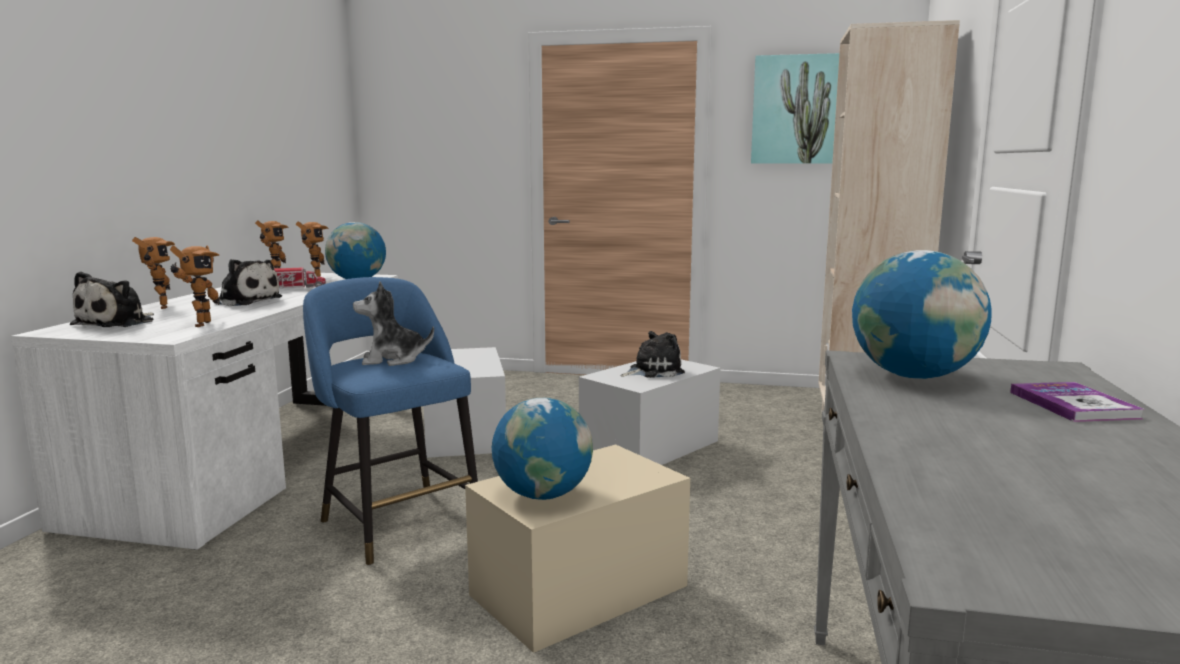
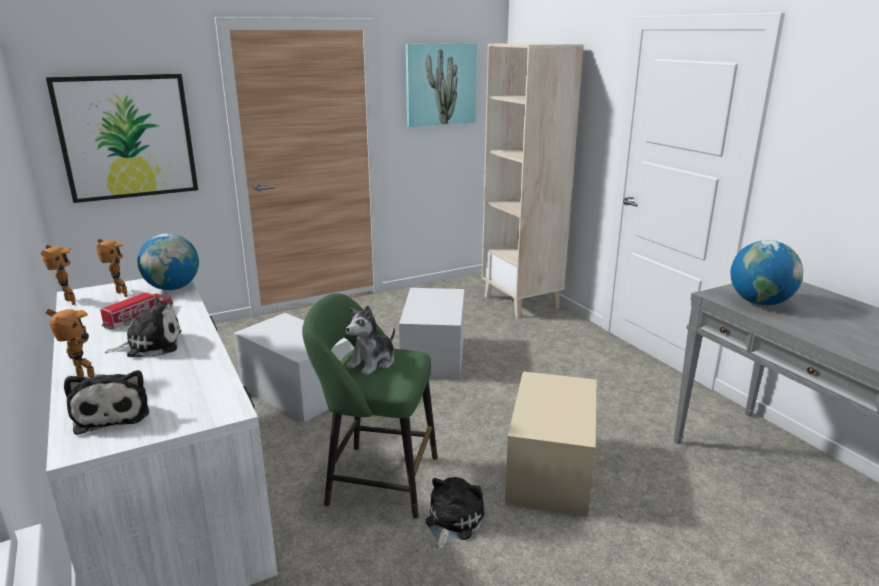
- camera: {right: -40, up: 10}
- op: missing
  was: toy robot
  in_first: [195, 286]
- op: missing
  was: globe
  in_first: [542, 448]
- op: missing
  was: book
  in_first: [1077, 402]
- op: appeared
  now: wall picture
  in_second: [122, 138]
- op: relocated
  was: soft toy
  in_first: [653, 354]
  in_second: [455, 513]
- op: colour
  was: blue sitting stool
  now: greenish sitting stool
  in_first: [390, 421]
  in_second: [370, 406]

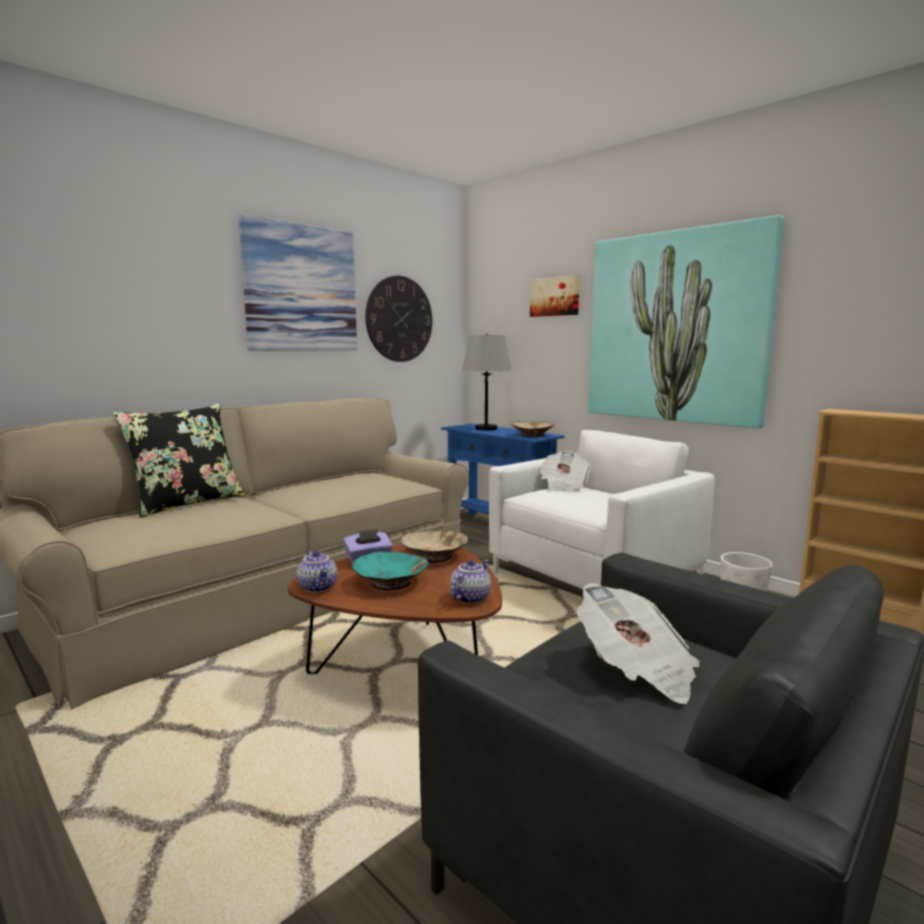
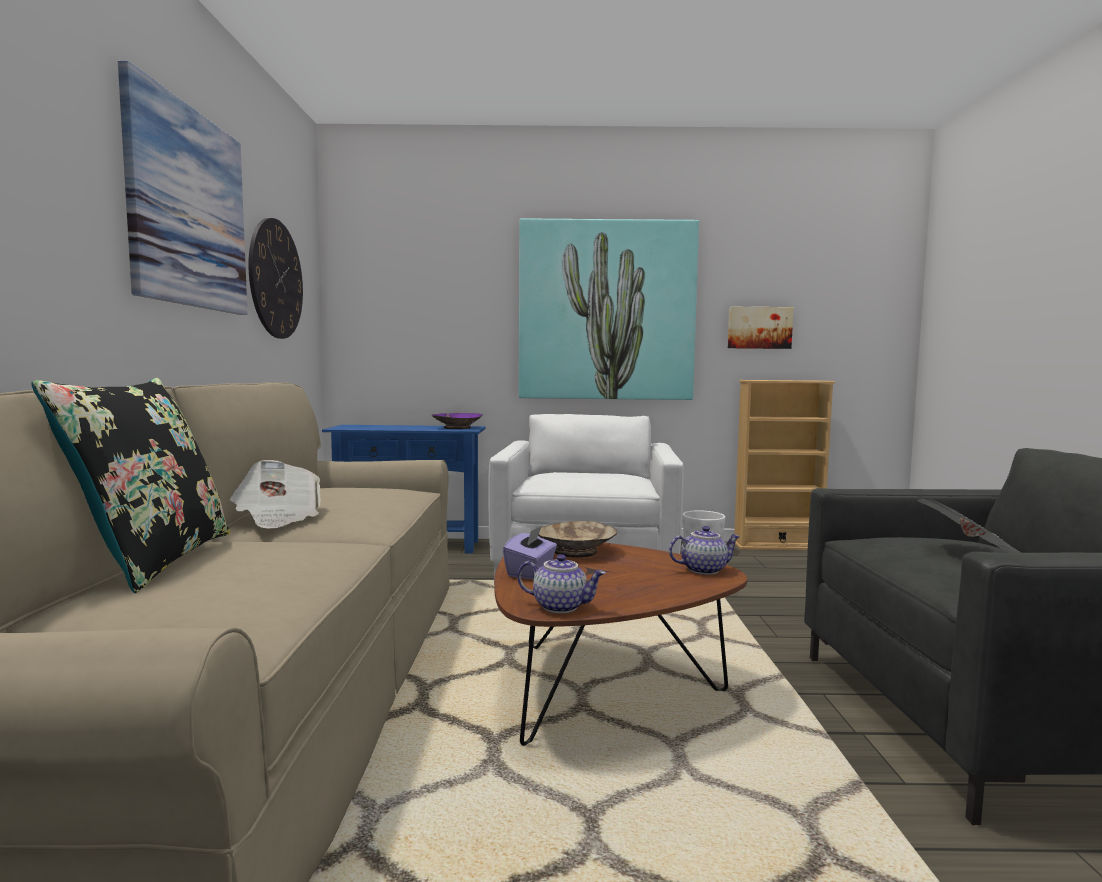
- camera: {right: -45, up: -5}
- op: missing
  was: turquoise deep dish
  in_first: [390, 571]
- op: missing
  was: greyish tabletop lamp
  in_first: [487, 382]
- op: relocated
  was: wall picture
  in_first: [555, 296]
  in_second: [761, 328]
- op: relocated
  was: printed paper
  in_first: [565, 471]
  in_second: [275, 494]
- op: colour
  was: sand-coloured deep dish
  now: purple-coloured deep dish
  in_first: [533, 429]
  in_second: [457, 421]
- op: spun
  was: teapot
  in_first: [470, 582]
  in_second: [705, 550]
  clockwise: 90

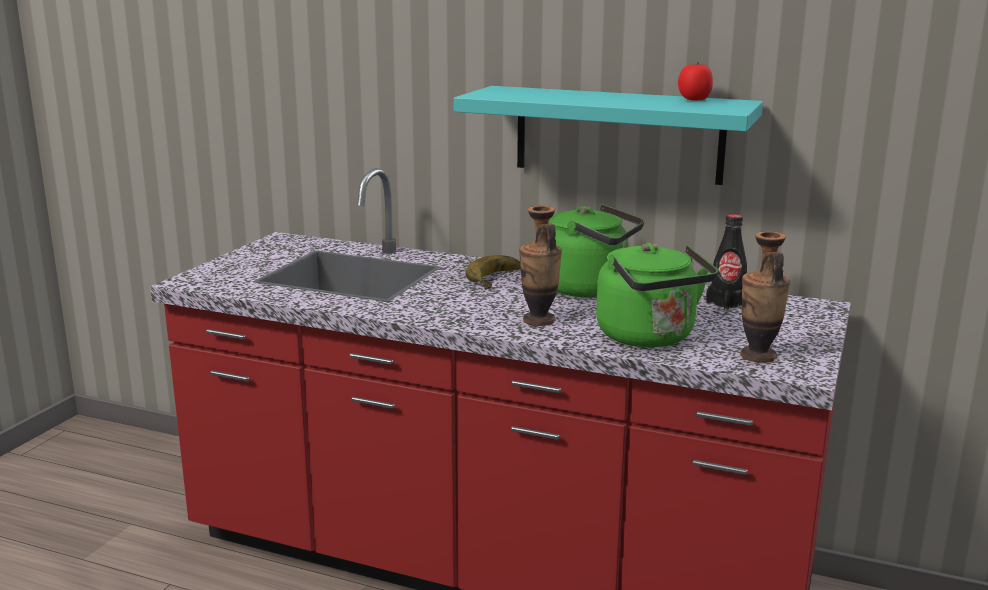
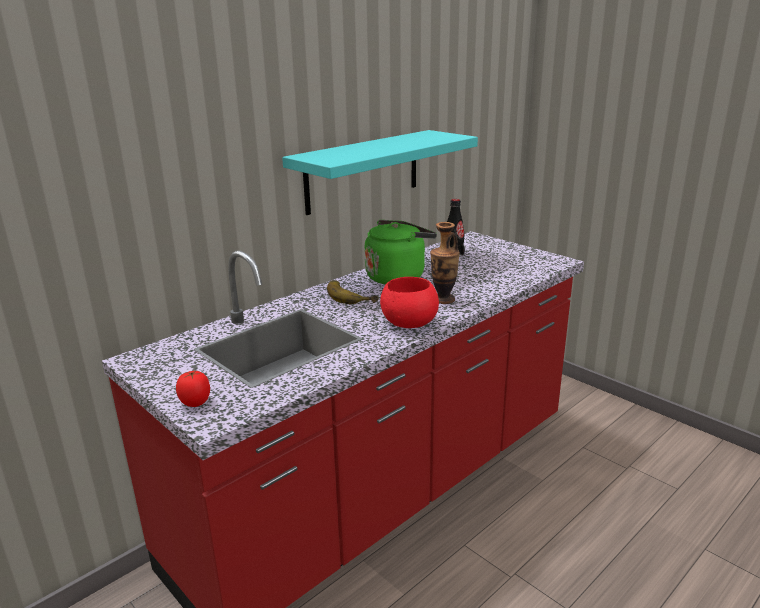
- camera: {right: -65, up: 5}
- op: missing
  was: greenish water kettle
  in_first: [657, 295]
- op: missing
  was: flower vase
  in_first: [765, 297]
- op: appeared
  now: red-coloured deep dish
  in_second: [409, 302]
- op: relocated
  was: whole tomato
  in_first: [695, 82]
  in_second: [193, 389]

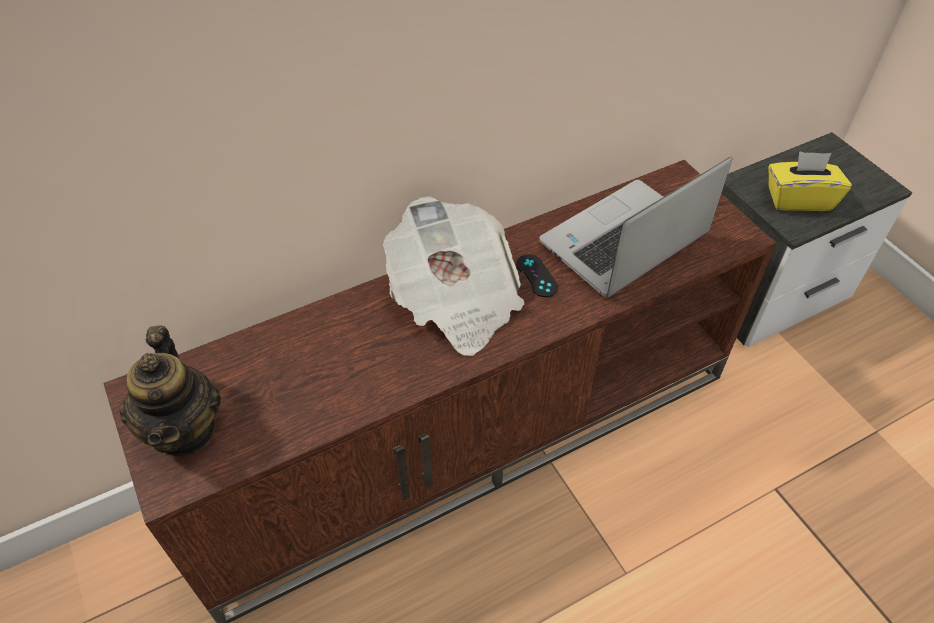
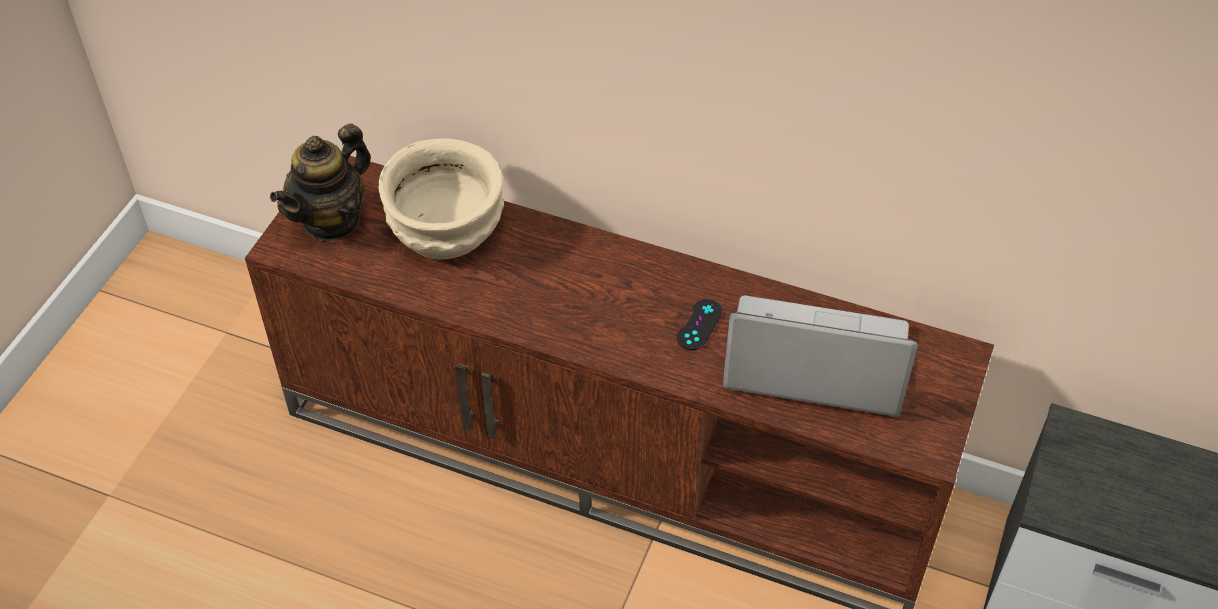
- camera: {right: 50, up: 0}
- op: missing
  was: printed paper
  in_first: [454, 276]
- op: missing
  was: yellow box of tissues
  in_first: [810, 181]
- op: appeared
  now: sand-coloured deep dish
  in_second: [441, 199]

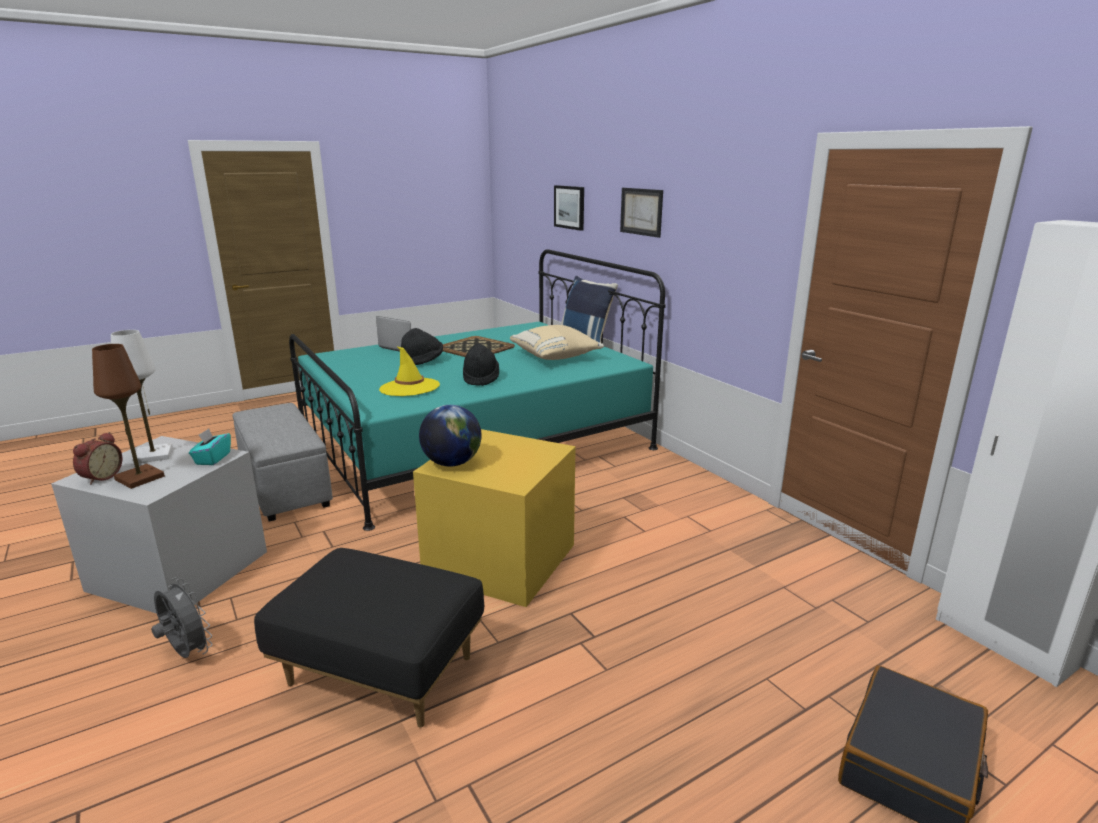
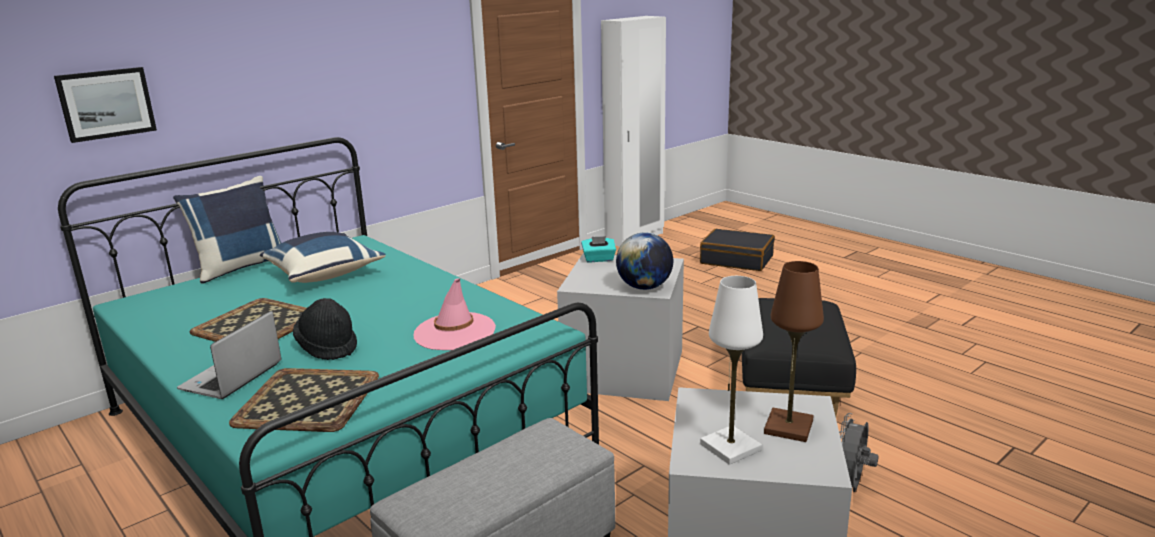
- camera: {right: -100, up: 0}
- op: missing
  was: bedside clock
  in_first: [98, 458]
- op: missing
  was: black-coloured hat
  in_first: [481, 365]
- op: missing
  was: wall picture
  in_first: [641, 213]
- op: appeared
  now: tray
  in_second: [304, 400]
- op: relocated
  was: turquoise box of tissues
  in_first: [210, 446]
  in_second: [598, 249]
- op: colour
  was: yellow hat
  now: pinkish hat
  in_first: [409, 371]
  in_second: [455, 314]
- op: colour
  was: yellow storage container
  now: greyish storage container
  in_first: [494, 518]
  in_second: [620, 327]
- op: colour
  was: sand-coloured pillow
  now: blue pillow
  in_first: [557, 342]
  in_second: [322, 257]

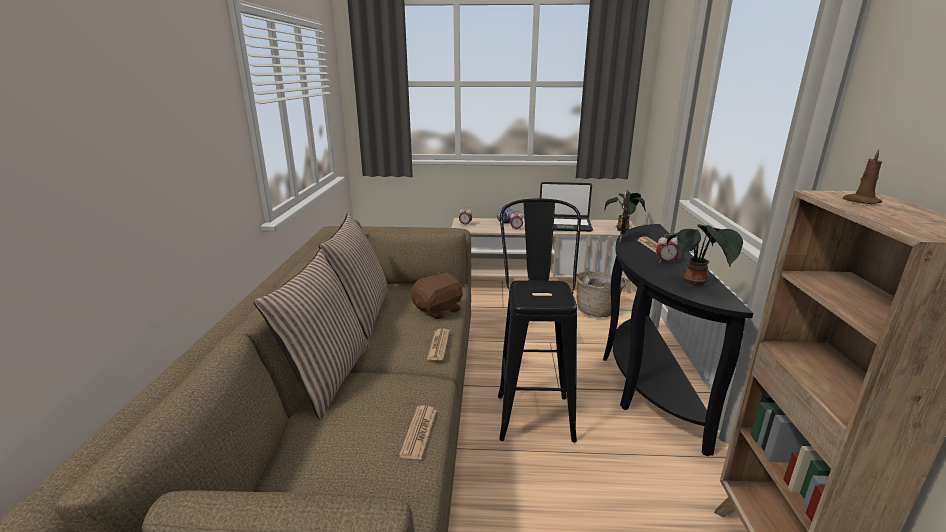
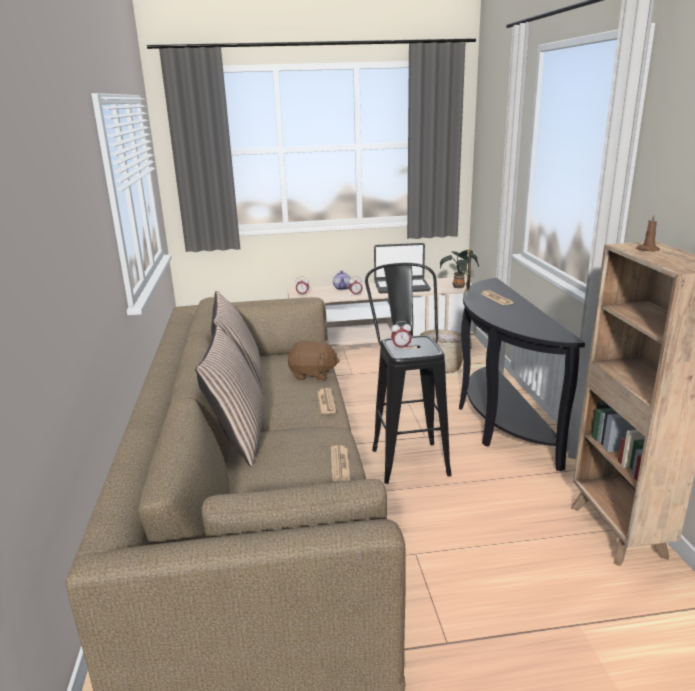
- camera: {right: -10, up: 0}
- op: missing
  was: potted plant
  in_first: [705, 255]
- op: relocated
  was: bedside clock
  in_first: [667, 249]
  in_second: [401, 335]
- op: spun
  was: brown-coloured soft toy
  in_first: [437, 295]
  in_second: [314, 360]
  clockwise: 60

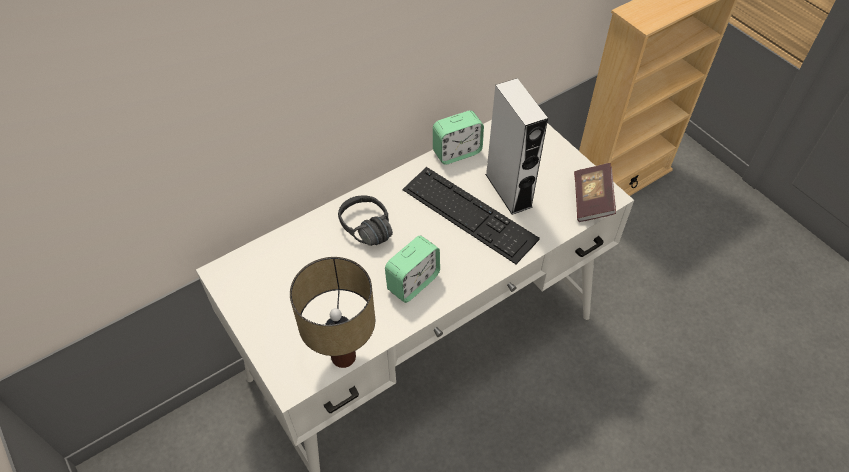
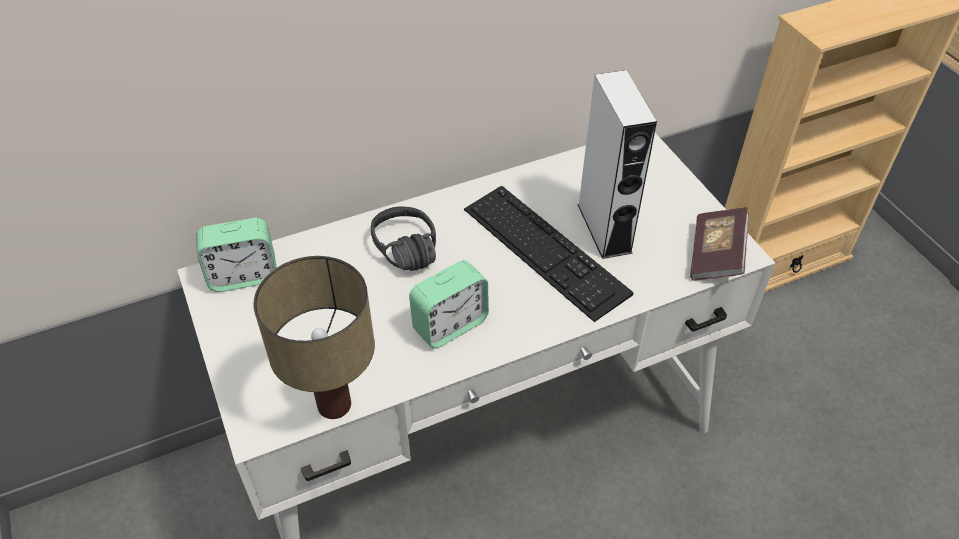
- camera: {right: 10, up: -5}
- op: relocated
  was: bedside clock
  in_first: [458, 138]
  in_second: [236, 255]

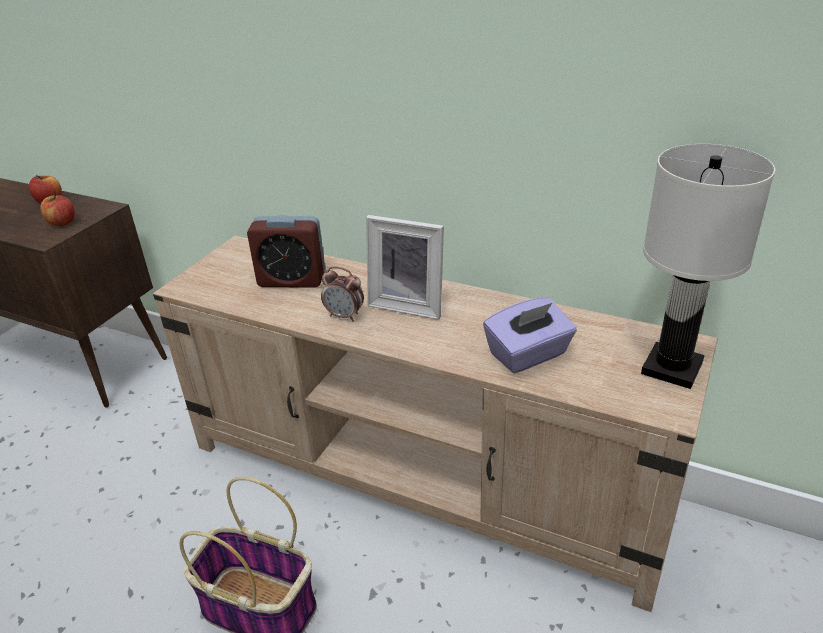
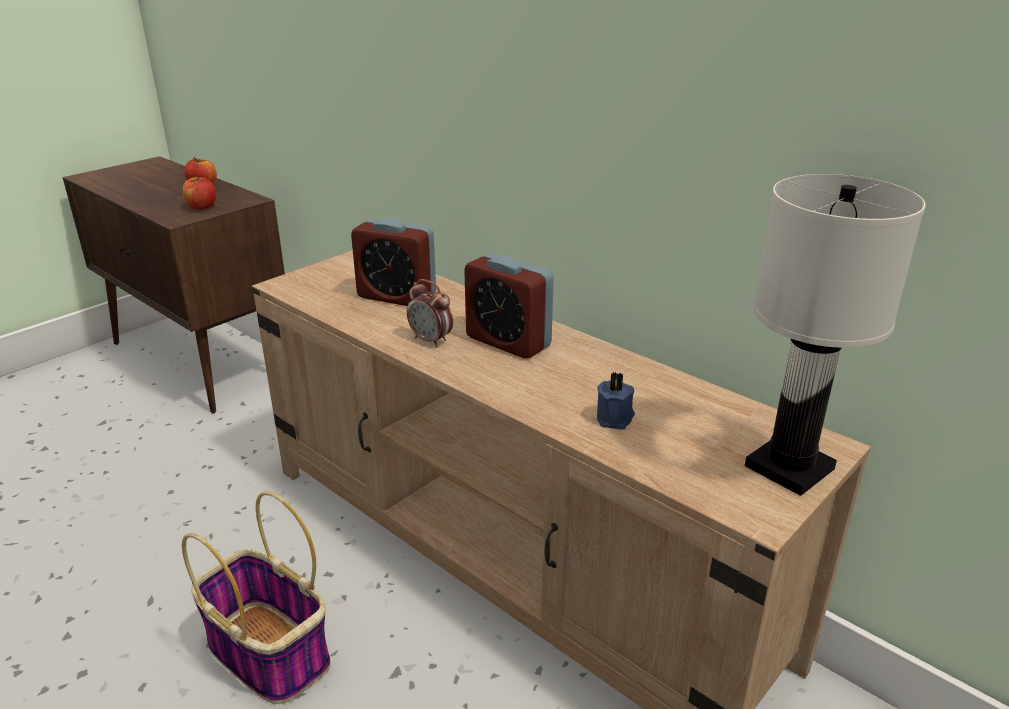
- camera: {right: 15, up: -5}
- op: exchanged
  was: standing frame
  now: bedside clock
  in_first: [405, 267]
  in_second: [509, 306]
- op: exchanged
  was: purple-coloured box of tissues
  now: blue wax light
  in_first: [530, 335]
  in_second: [616, 401]

